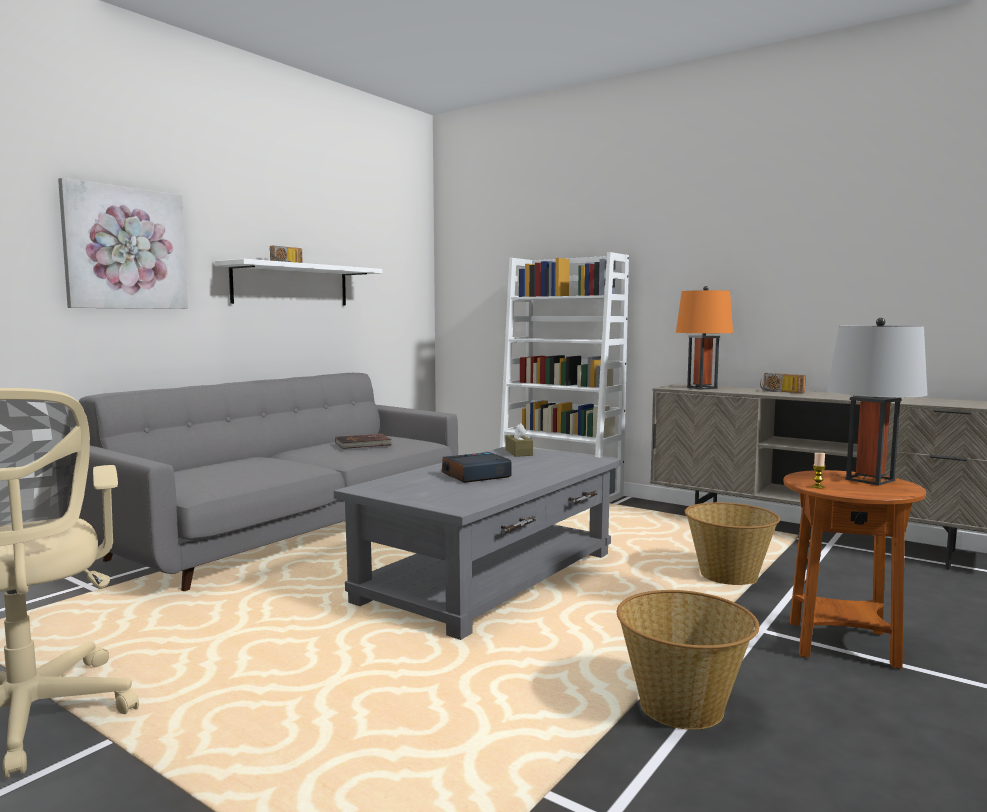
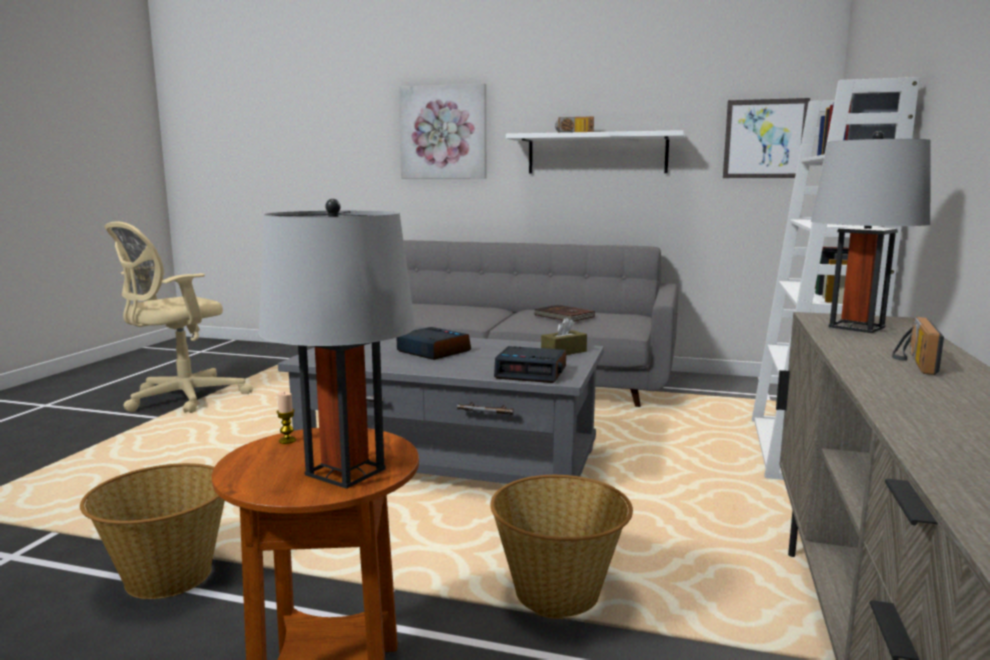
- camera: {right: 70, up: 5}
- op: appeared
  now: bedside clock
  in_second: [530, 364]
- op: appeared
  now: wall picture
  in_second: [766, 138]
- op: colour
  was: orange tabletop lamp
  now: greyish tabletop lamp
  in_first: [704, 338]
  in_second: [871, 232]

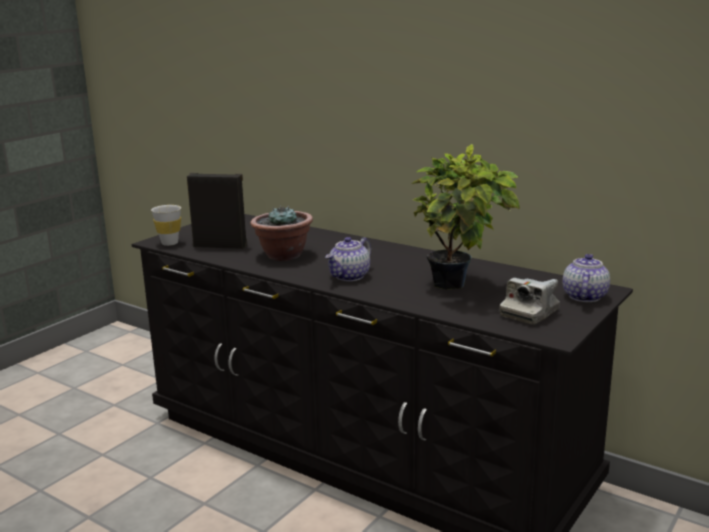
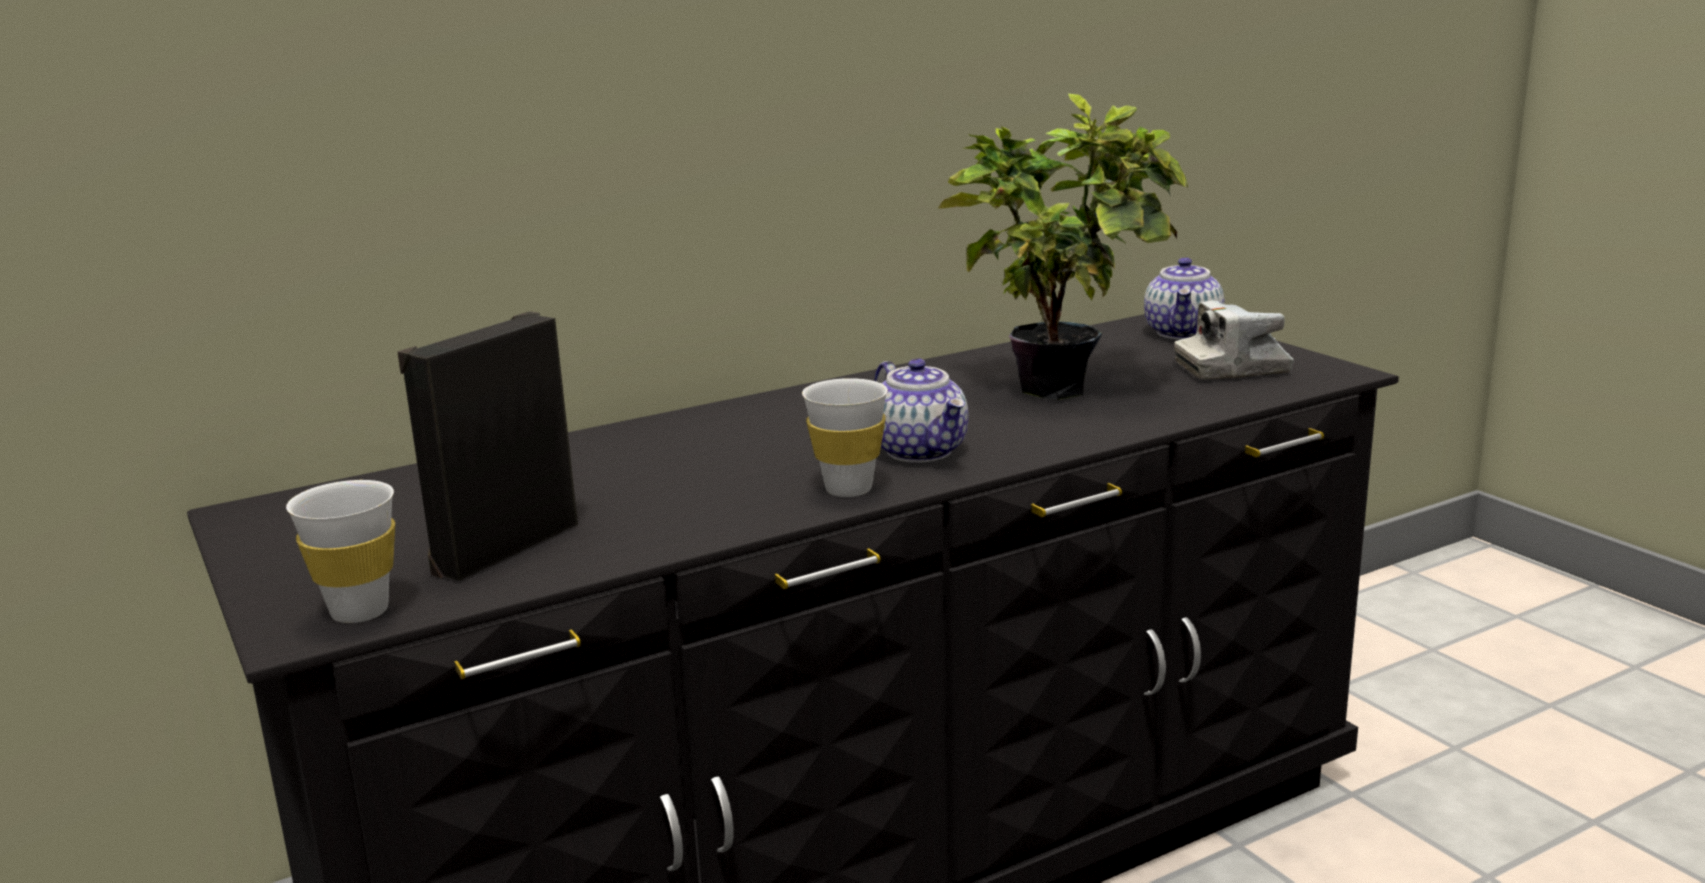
- camera: {right: -65, up: 0}
- op: missing
  was: potted plant
  in_first: [281, 233]
- op: appeared
  now: white-coloured cup
  in_second: [845, 437]
- op: spun
  was: still camera
  in_first: [530, 301]
  in_second: [1234, 340]
  clockwise: 105
- op: spun
  was: teapot
  in_first: [586, 278]
  in_second: [1184, 298]
  clockwise: -120

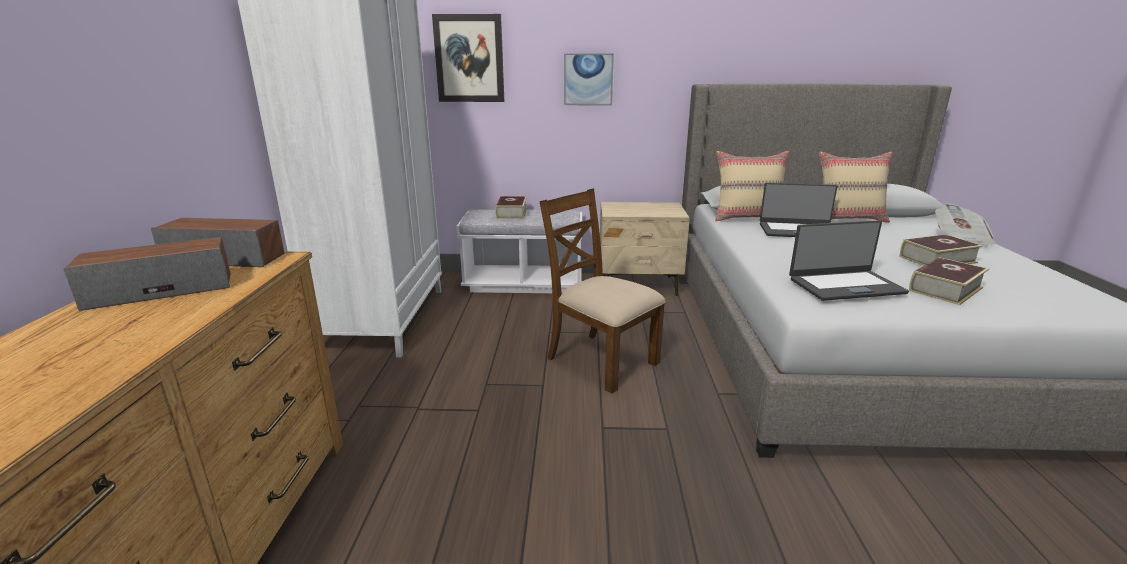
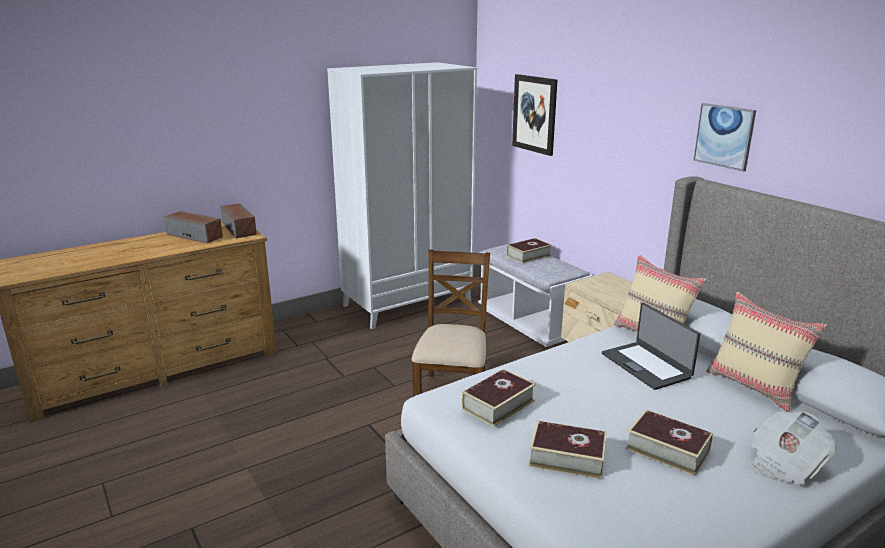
- camera: {right: 55, up: 0}
- op: relocated
  was: wall picture
  in_first: [589, 79]
  in_second: [724, 137]
- op: exchanged
  was: portable computer
  now: book
  in_first: [849, 260]
  in_second: [498, 398]

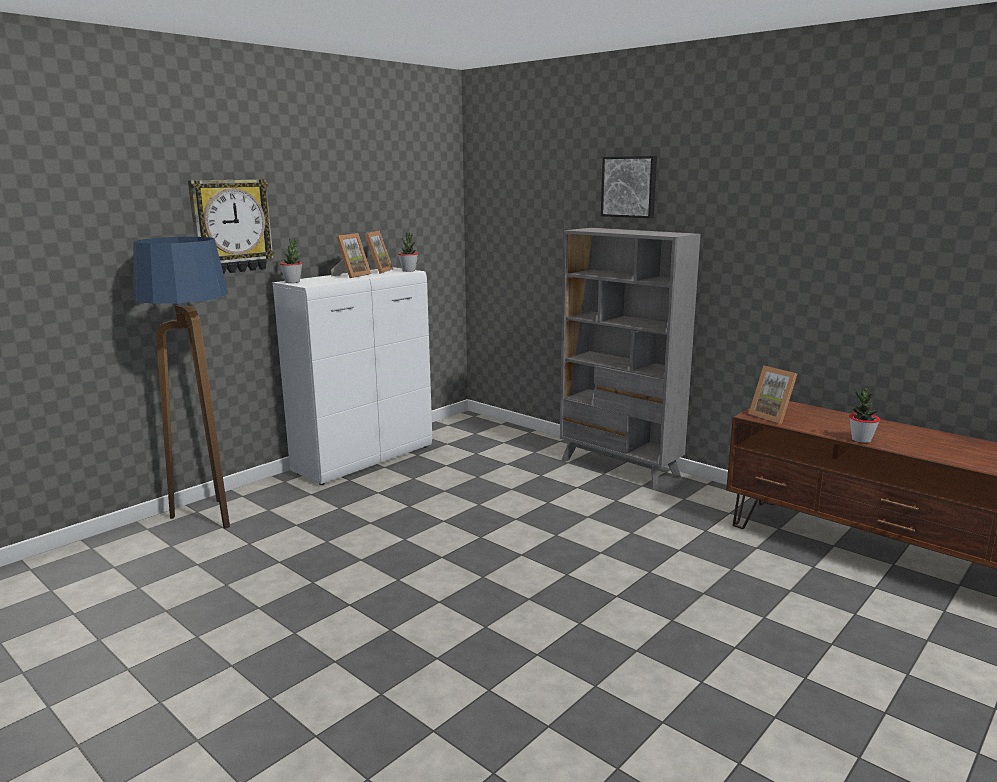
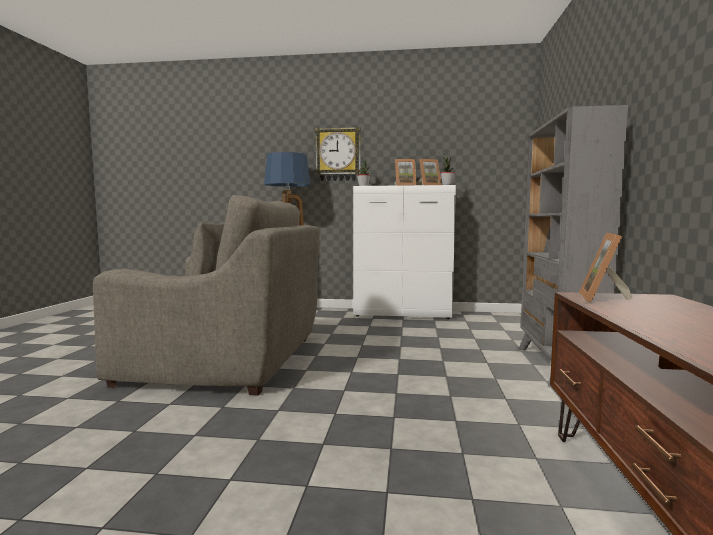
- camera: {right: 55, up: -10}
- op: missing
  was: wall picture
  in_first: [629, 187]
- op: missing
  was: potted plant
  in_first: [864, 415]
- op: appeared
  now: greyish lounge chair
  in_second: [206, 295]

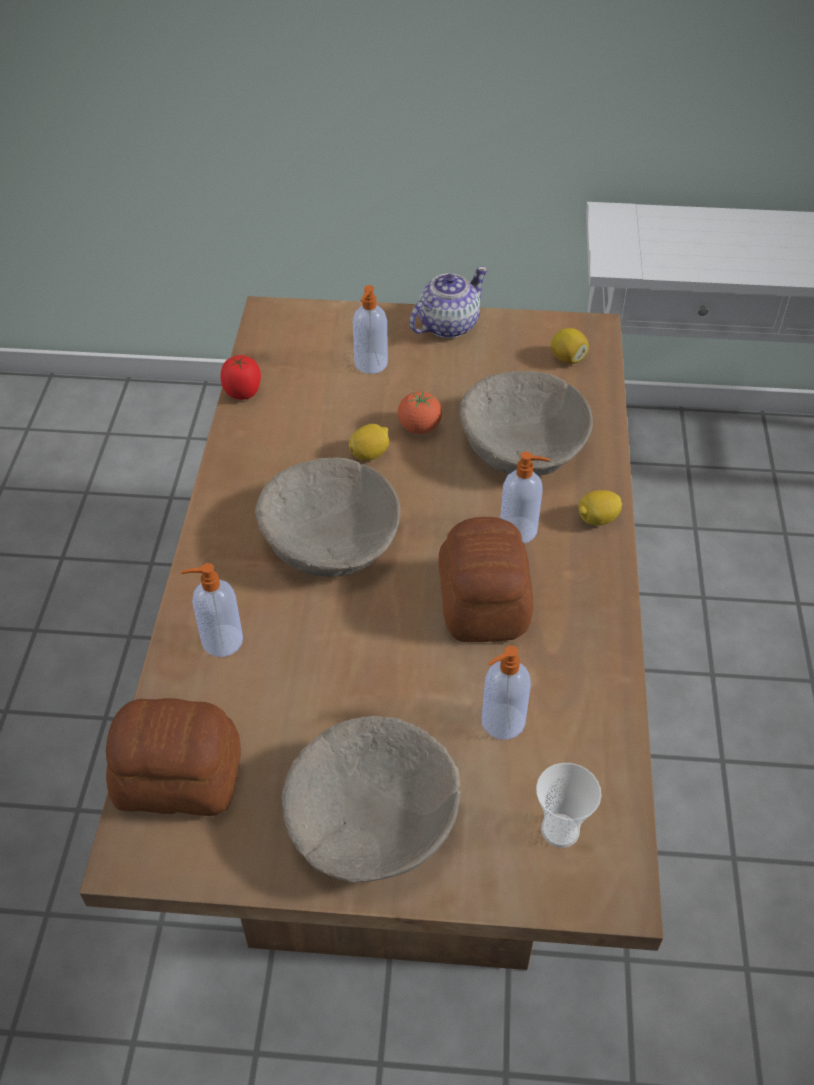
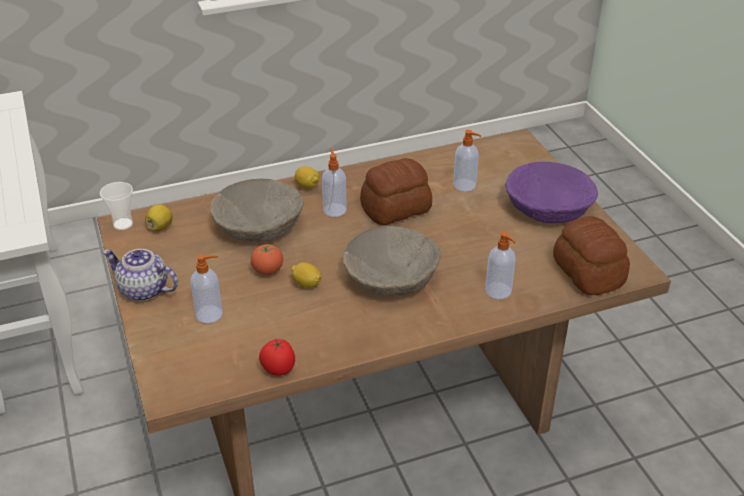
- camera: {right: -115, up: -10}
- op: relocated
  was: cup
  in_first: [569, 805]
  in_second: [116, 206]
- op: colour
  was: sand-coloured deep dish
  now: purple-coloured deep dish
  in_first: [371, 799]
  in_second: [551, 193]

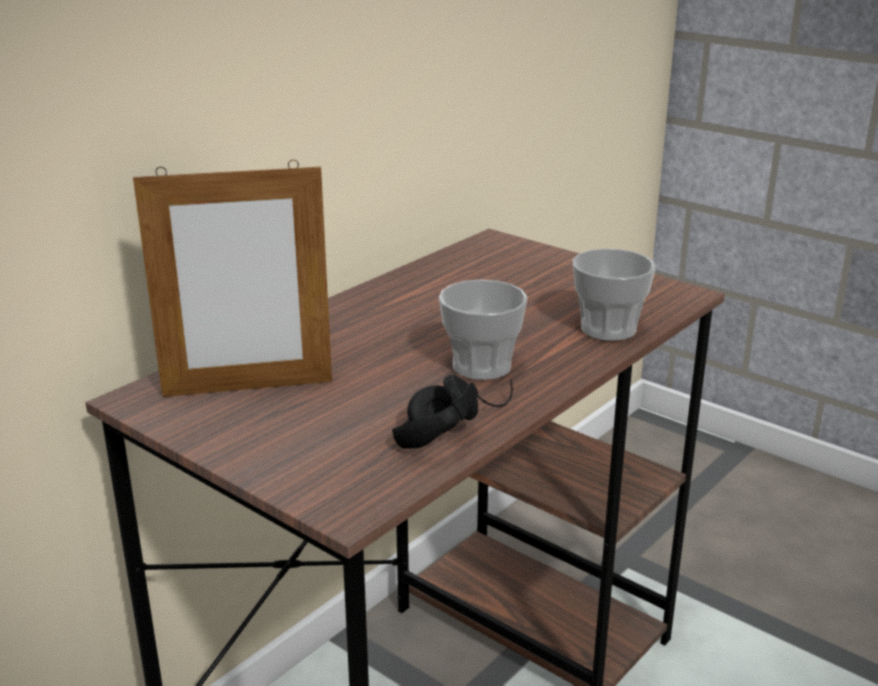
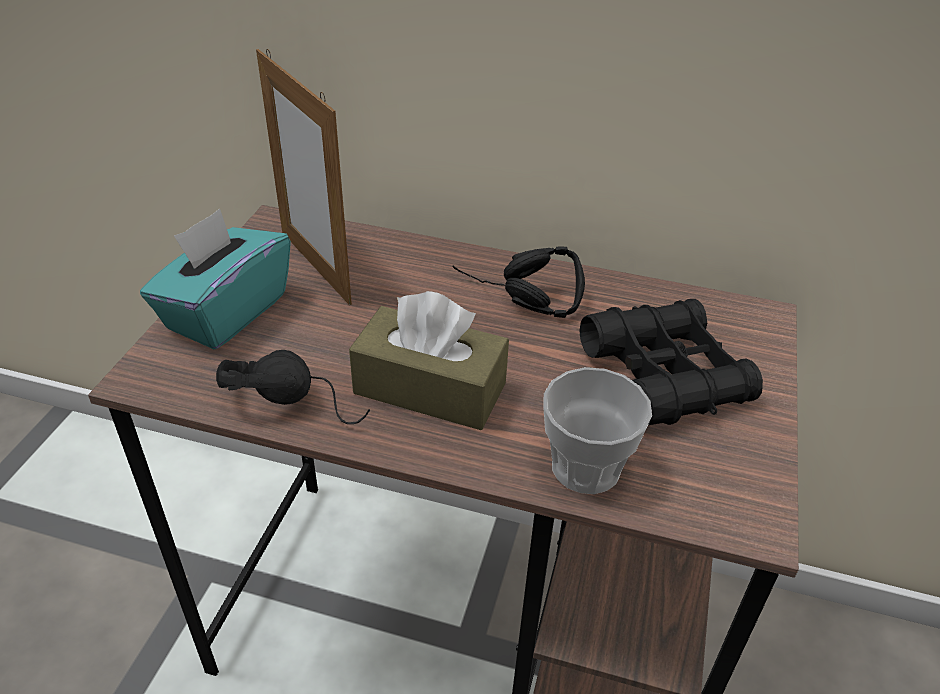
- camera: {right: 65, up: 15}
- op: appeared
  now: turquoise box of tissues
  in_second: [215, 279]
- op: appeared
  now: black-coloured pair of headphones
  in_second: [518, 282]
- op: appeared
  now: black-coloured binoculars
  in_second: [671, 362]
- op: exchanged
  was: cup
  now: brown-coloured box of tissues
  in_first: [483, 330]
  in_second: [429, 360]

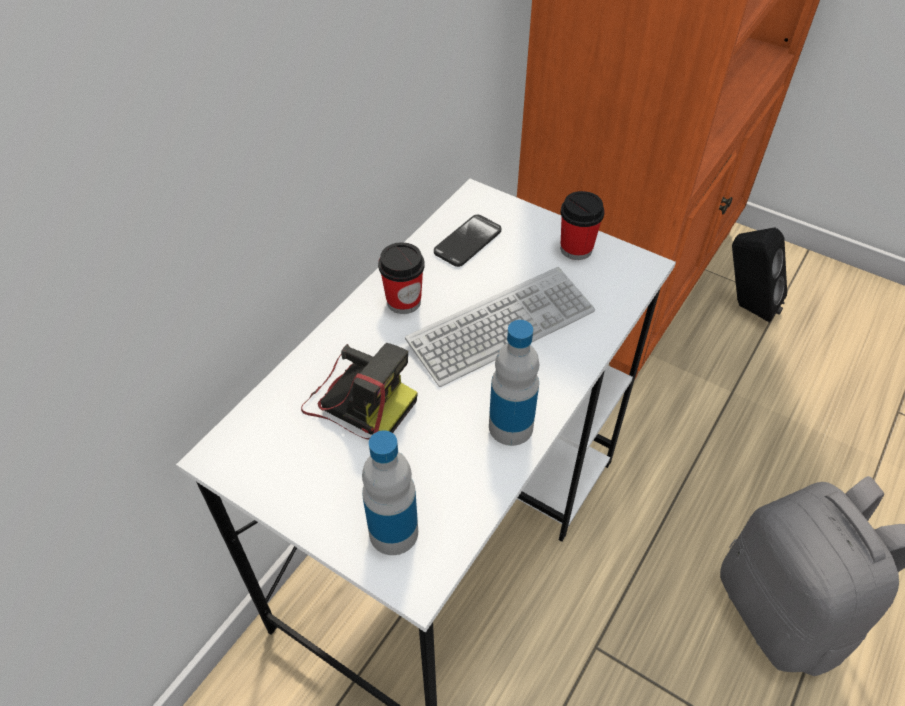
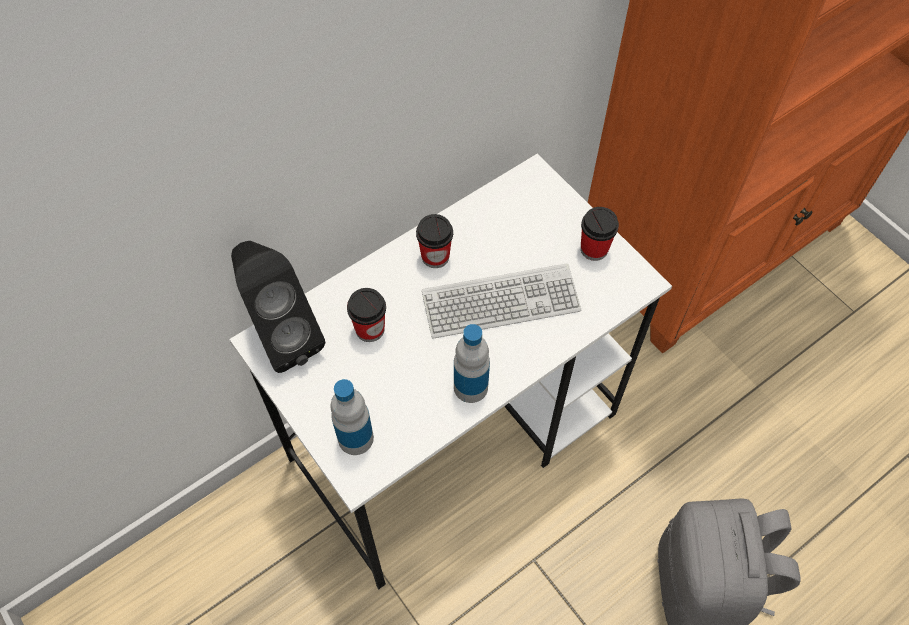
- camera: {right: 20, up: 10}
- op: missing
  was: telephone
  in_first: [467, 241]
- op: relocated
  was: black-coloured speaker
  in_first: [759, 275]
  in_second: [278, 307]
- op: exchanged
  was: still camera
  now: cup
  in_first: [359, 391]
  in_second: [366, 315]

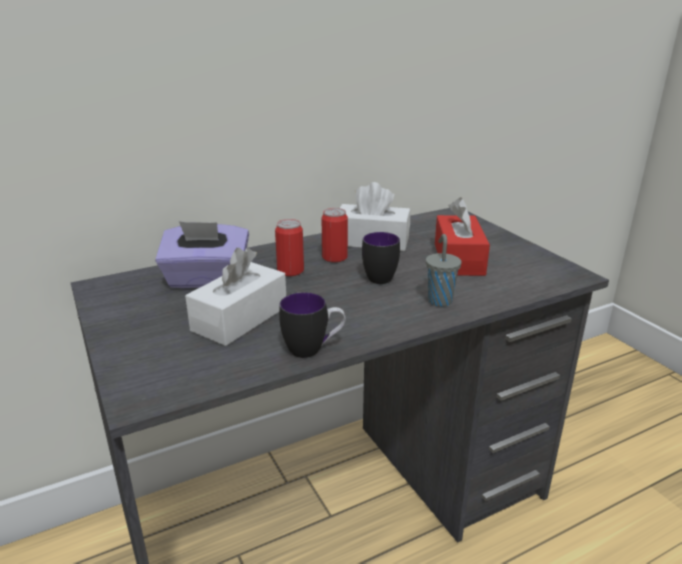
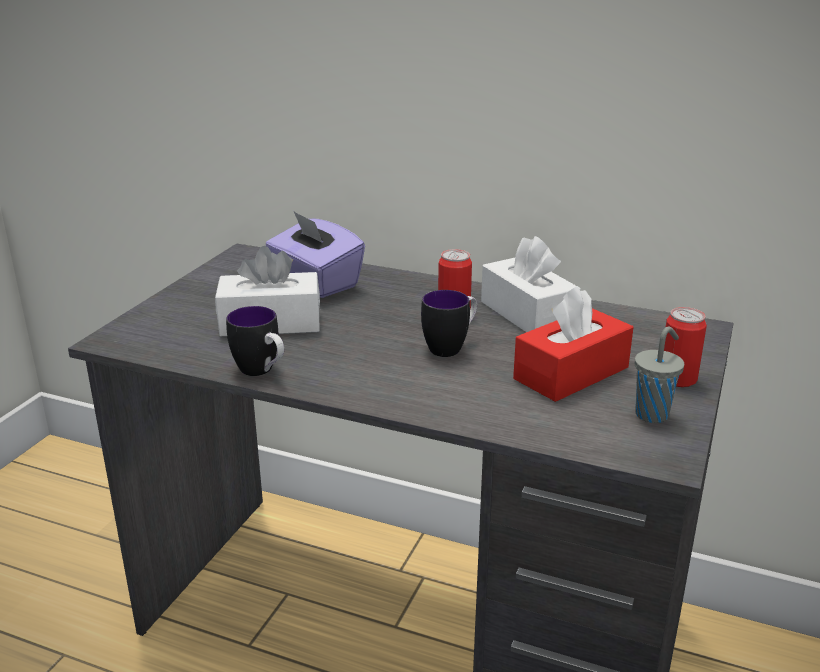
- camera: {right: 50, up: 0}
- op: relocated
  was: sealed can
  in_first: [289, 247]
  in_second: [685, 347]
- op: relocated
  was: greyish cup
  in_first: [443, 270]
  in_second: [659, 375]

